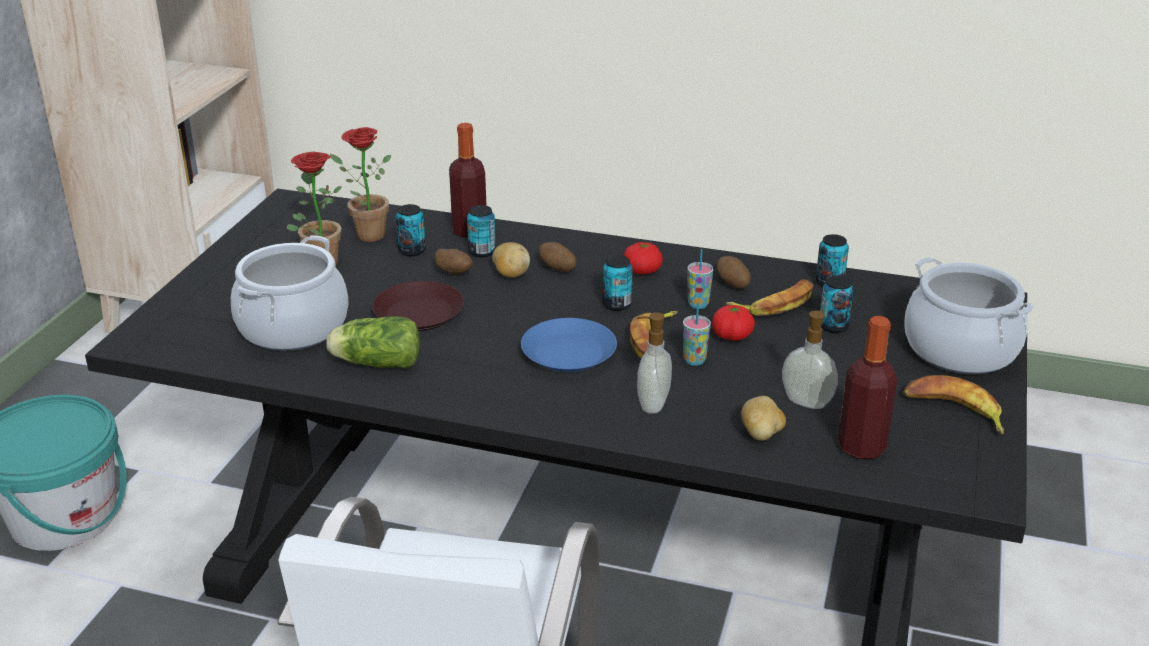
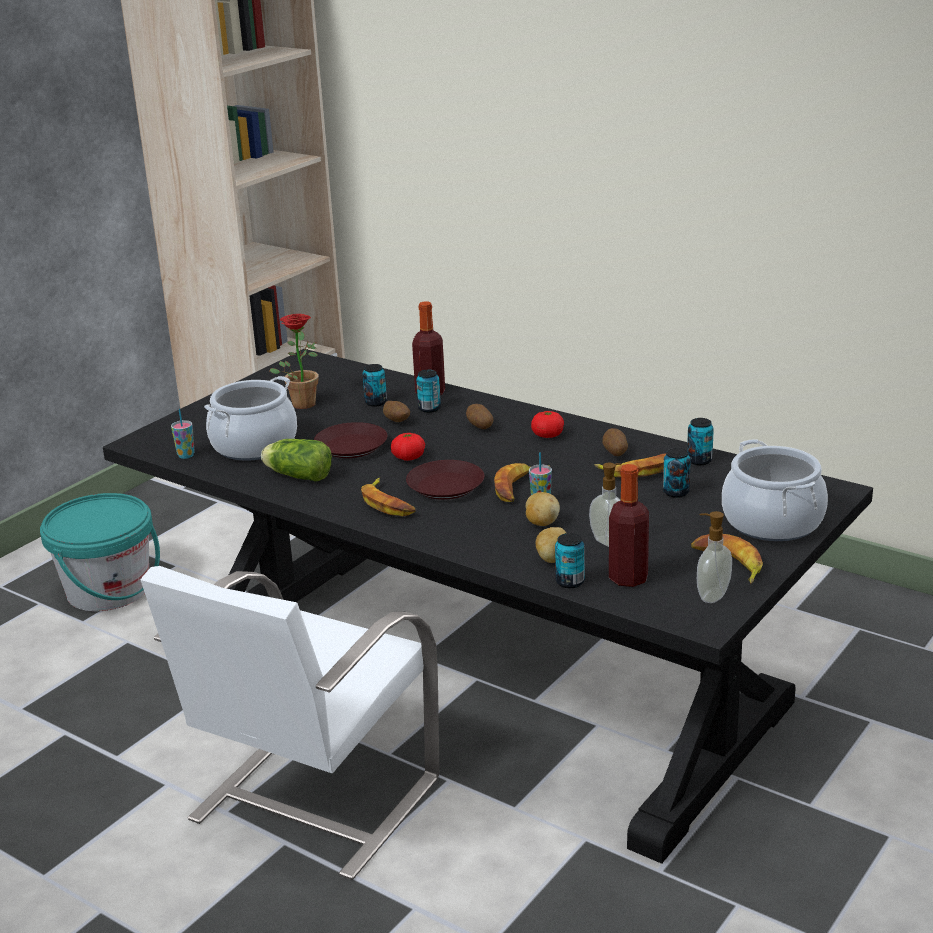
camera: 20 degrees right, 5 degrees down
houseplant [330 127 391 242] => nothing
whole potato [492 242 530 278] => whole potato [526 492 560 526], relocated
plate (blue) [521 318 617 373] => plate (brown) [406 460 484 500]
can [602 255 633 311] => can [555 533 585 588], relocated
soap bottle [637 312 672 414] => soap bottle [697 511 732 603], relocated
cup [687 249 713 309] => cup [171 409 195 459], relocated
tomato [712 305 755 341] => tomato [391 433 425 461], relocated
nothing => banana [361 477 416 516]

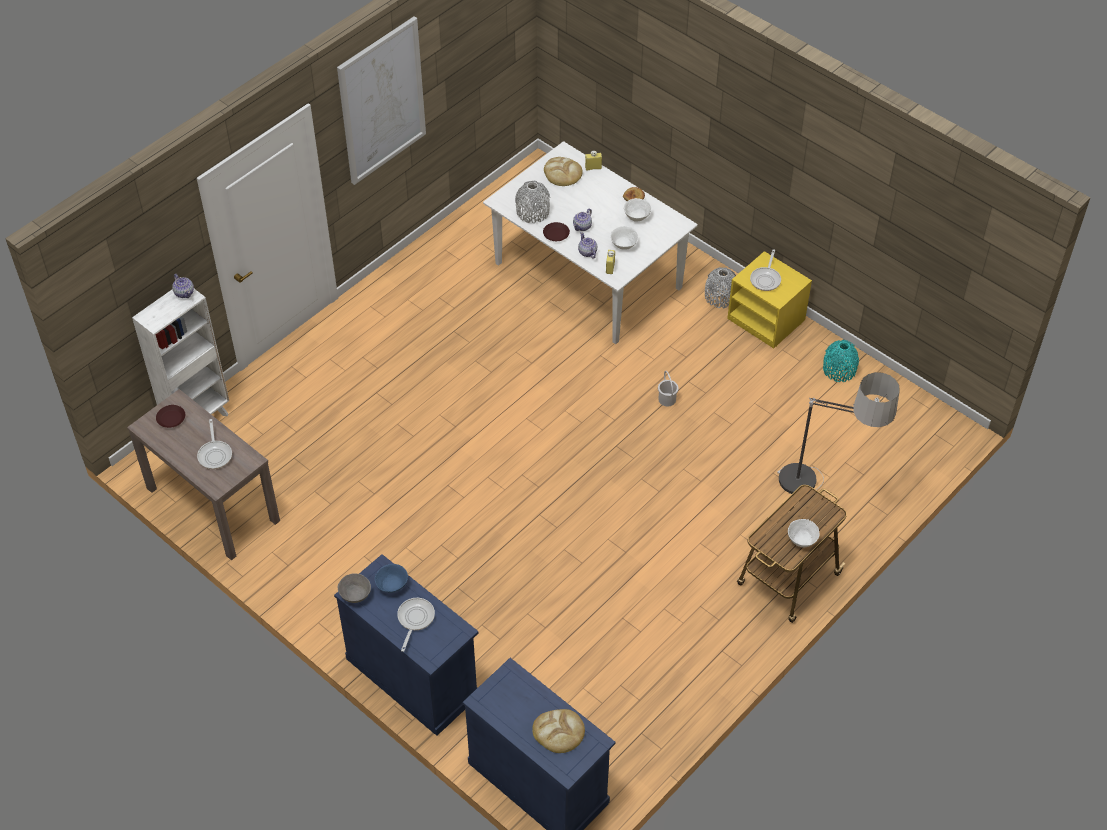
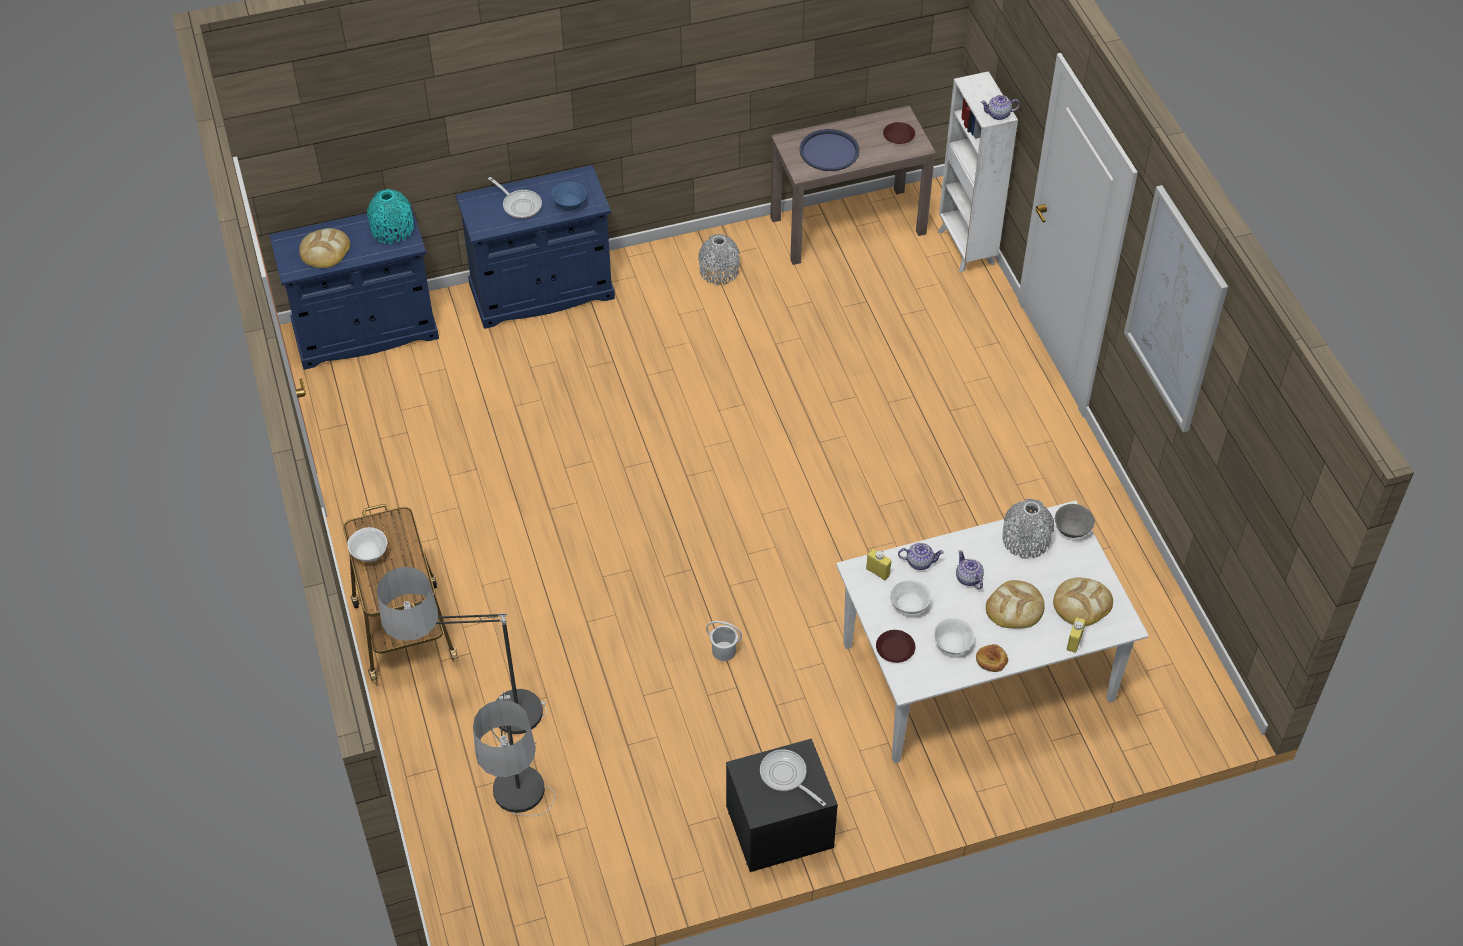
camera: 120 degrees right, 0 degrees up
frying pan [197 419 232 469] => serving tray (blue) [799 129 860 171]
bowl (greyish) [338 573 371 603] => bowl (greyish) [1055 504 1095 538], relocated
plate (brown) [543 222 570 241] => plate (brown) [876 630 915 663], relocated
decorative vase (greyish) [705 267 736 308] => decorative vase (greyish) [698 234 740 285], relocated
nightstand (yellow-coloured) [727 251 812 349] => nightstand (blackish) [726 738 838 872]
decorative vase (blue-green) [823 340 859 382] => decorative vase (blue-green) [367 189 414 244], relocated
nothing => standard lamp [473 691 555 816]
nothing => bread [986 580 1045 629]

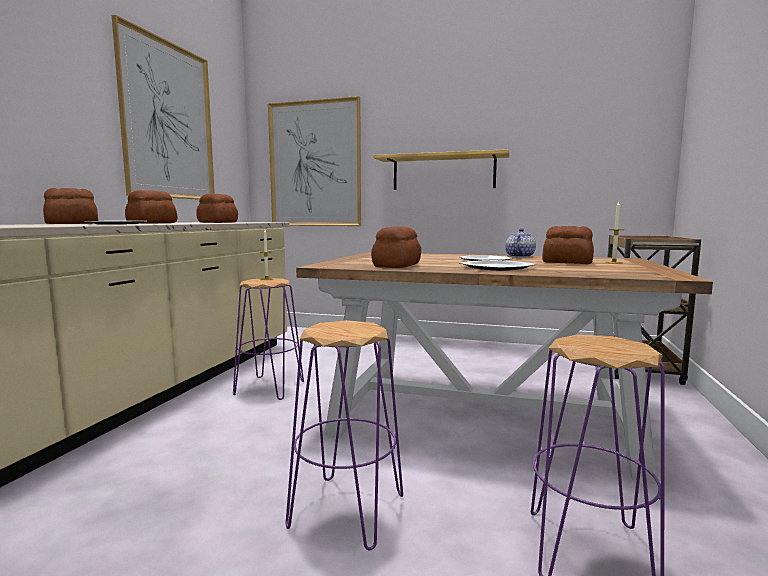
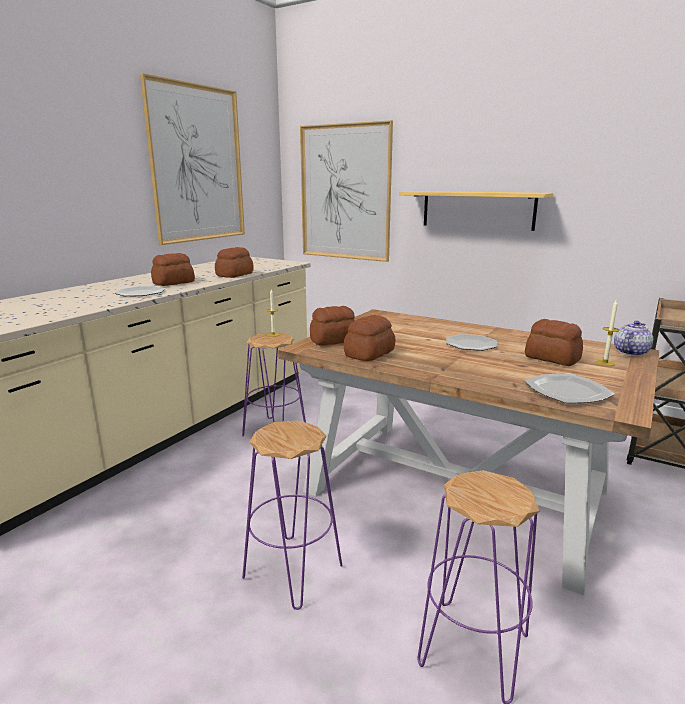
camera: 15 degrees right, 10 degrees up
bread [43 188 98 224] => bread [310 306 355 346], relocated
plate [459 260 537 271] => plate [525 373 615 403], relocated
tea pot [505 228 536 258] => tea pot [614 321 653 356], relocated

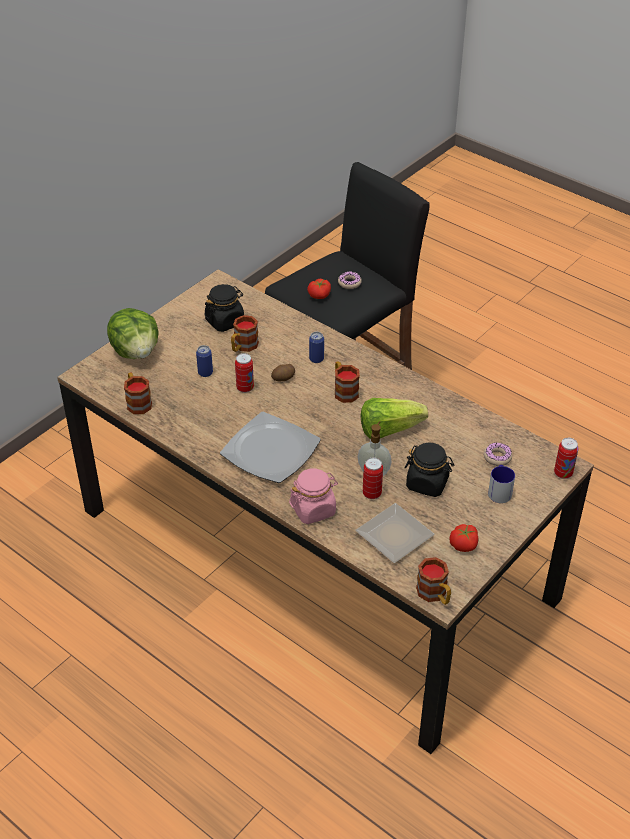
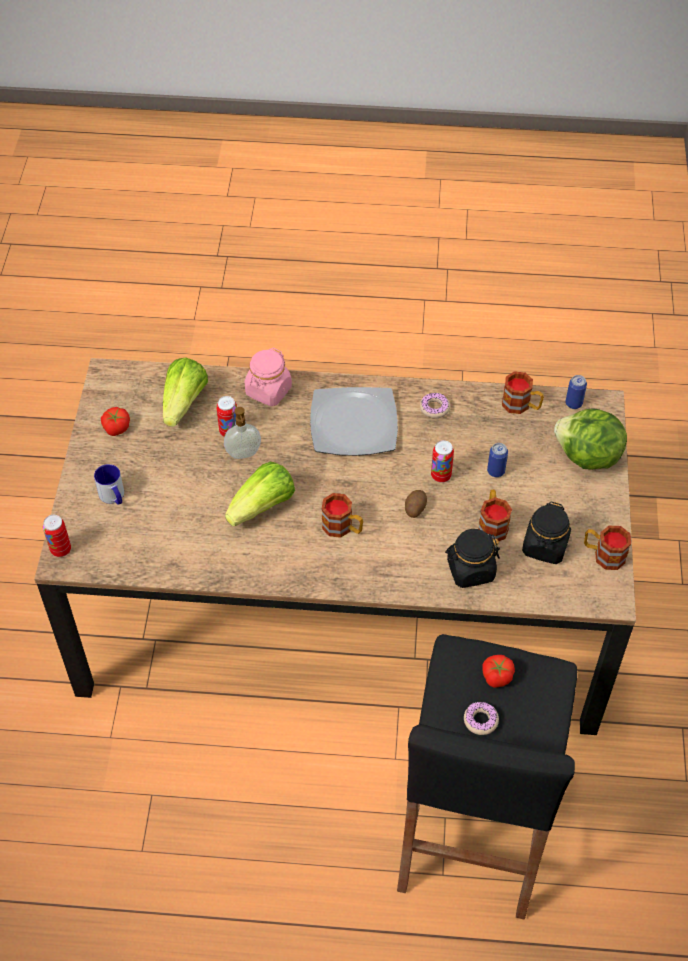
camera: 145 degrees right, 10 degrees up
can [309 332 324 363] => can [566 375 587 409], relocated
plate [355 503 434 563] => lettuce [163 357 208 427]
storage jar (blackish) [405 443 455 497] => storage jar (blackish) [445 529 500 588], relocated
coffee mug [416 557 451 605] => coffee mug [584 526 631 570], relocated
doughnut [484 443 512 466] => doughnut [420 393 450 418], relocated

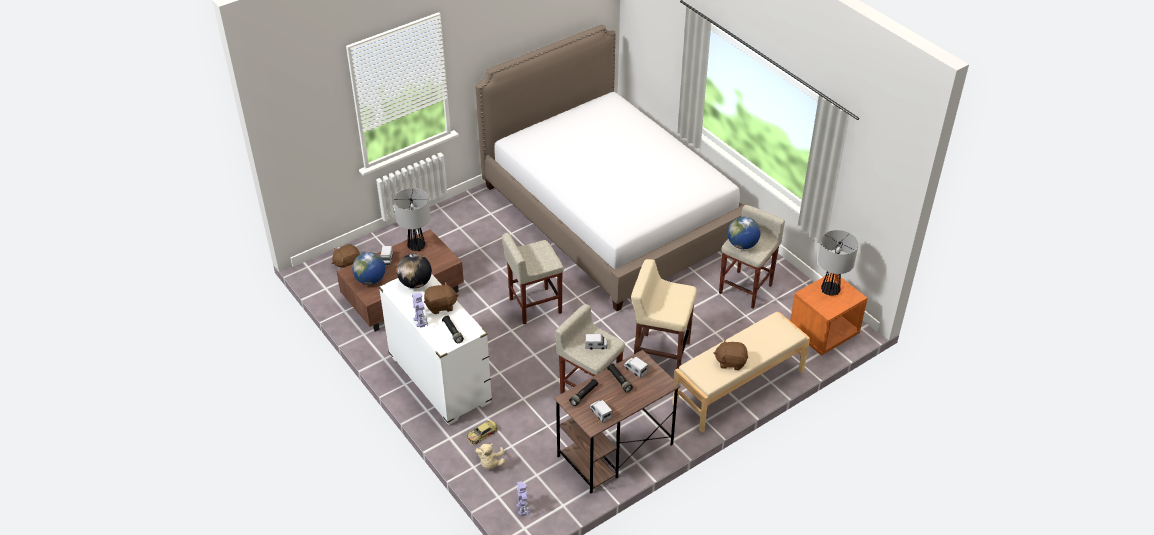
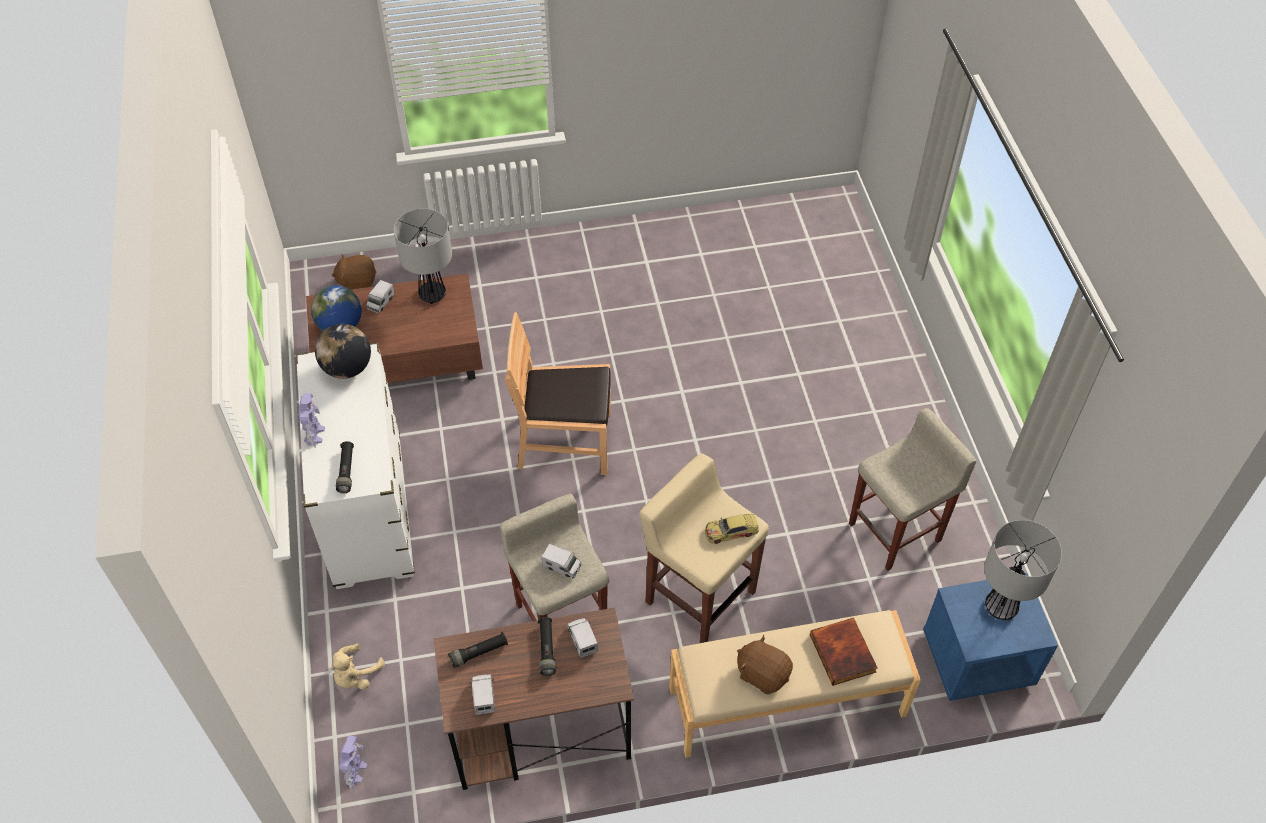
camera: 25 degrees right, 10 degrees up
cuddly toy (brown) [424 282 459 314] => nothing
miniature car [467 420 498 445] => miniature car [705 513 759 544], relocated
bedroom bed [475 24 750 311] => nothing
stool seat (beige) [502 233 564 324] => plain chair (brown) [505 312 611 475]
world globe [728 217 760 249] => nothing
nightstand (orangey) [790 273 867 356] => nightstand (blue) [923 573 1058 701]
nothing => book [810 618 877 686]

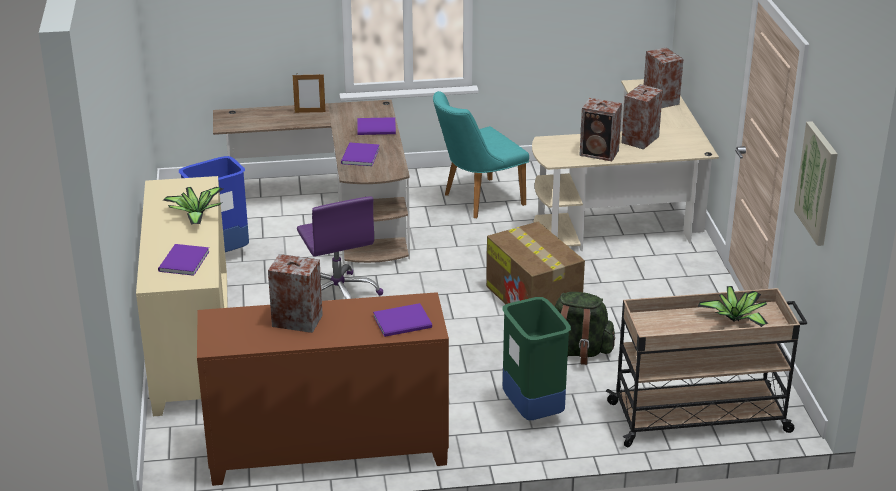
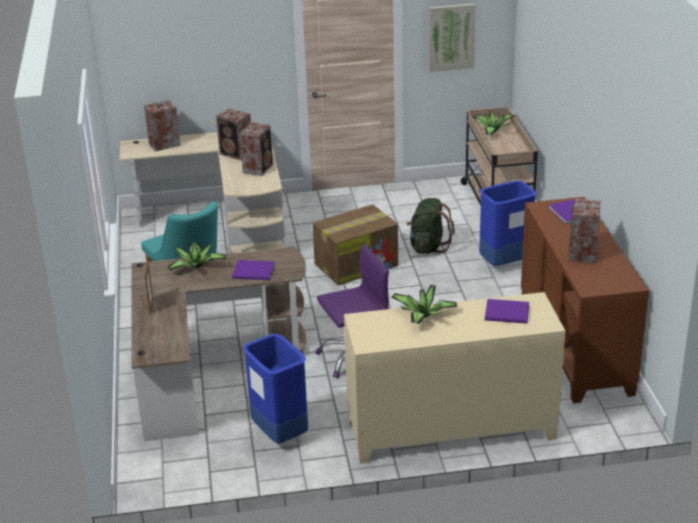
camera: 90 degrees left, 0 degrees up
book (purple-coloured) [357 117 396 135] => houseplant [167 242 227 271]
waste bin (green-coloured) [502 297 571 420] => waste bin (blue) [479 181 536 266]

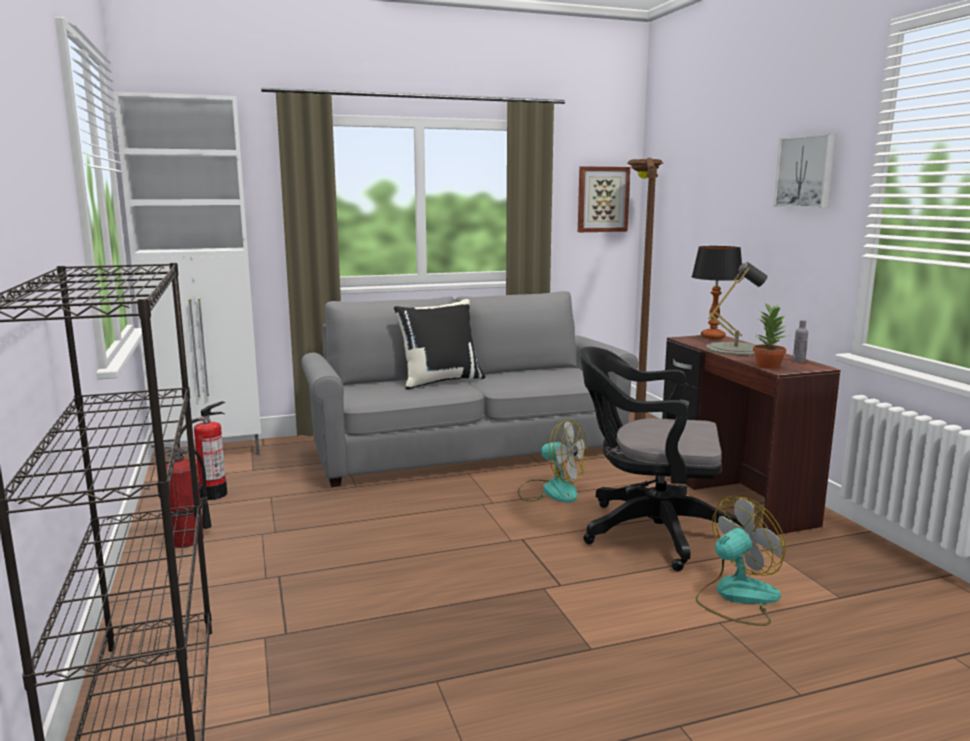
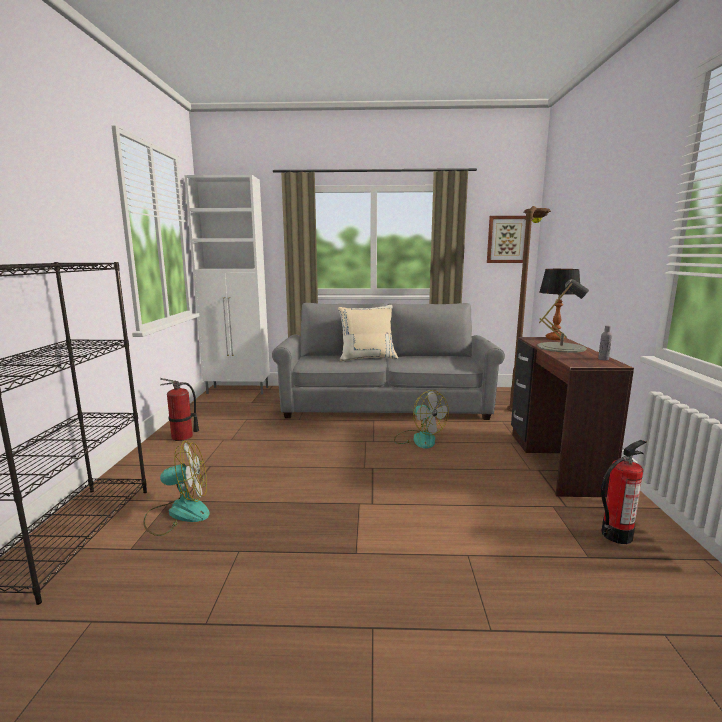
camera: 20 degrees right, 0 degrees up
fire extinguisher [178 401 227 500] => fire extinguisher [601 440 646 544], relocated
throw pillow (blackish) [394 299 486 390] => throw pillow (beige) [338 305 398 361]
desk chair (blackish) [580 346 743 571] => nothing
fan [696 496 786 626] => fan [143 441 210 536], relocated
houseplant [753 302 786 369] => nothing
picture [773 134 836 208] => nothing

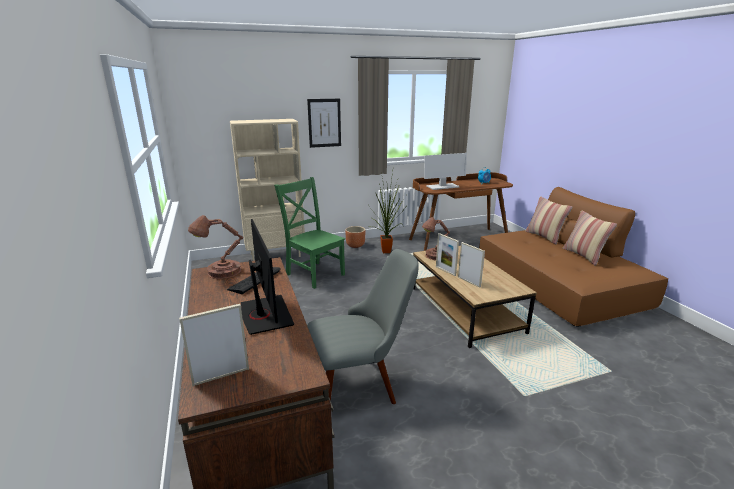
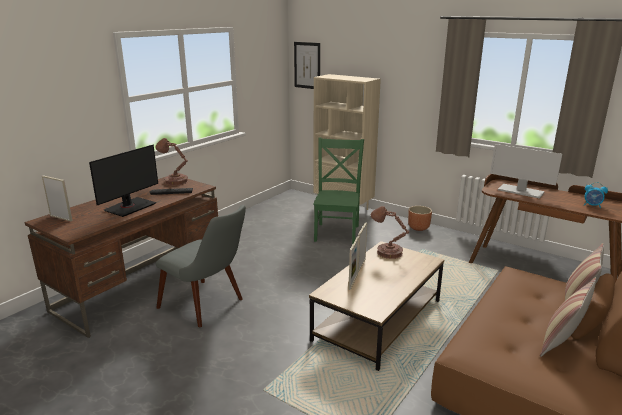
camera: 55 degrees right, 0 degrees up
picture [307 99 341 148] => picture [294 42 320 89], relocated
houseplant [368 171 406 253] => nothing

